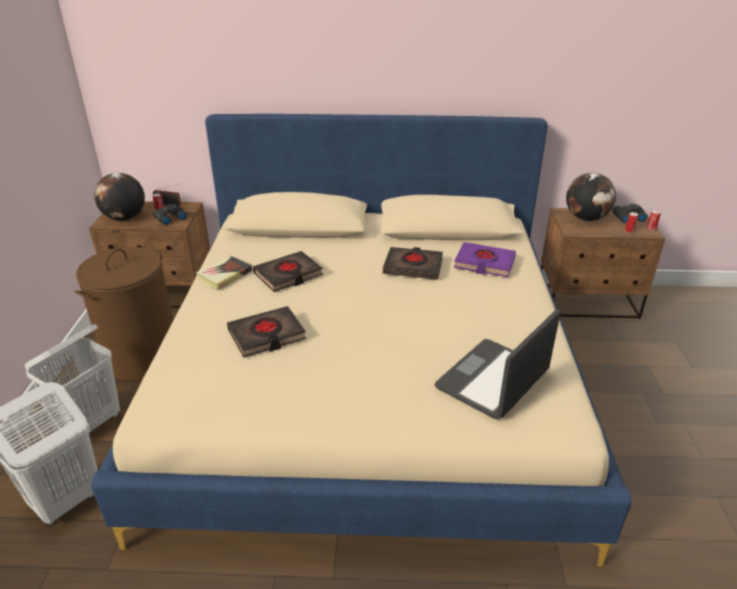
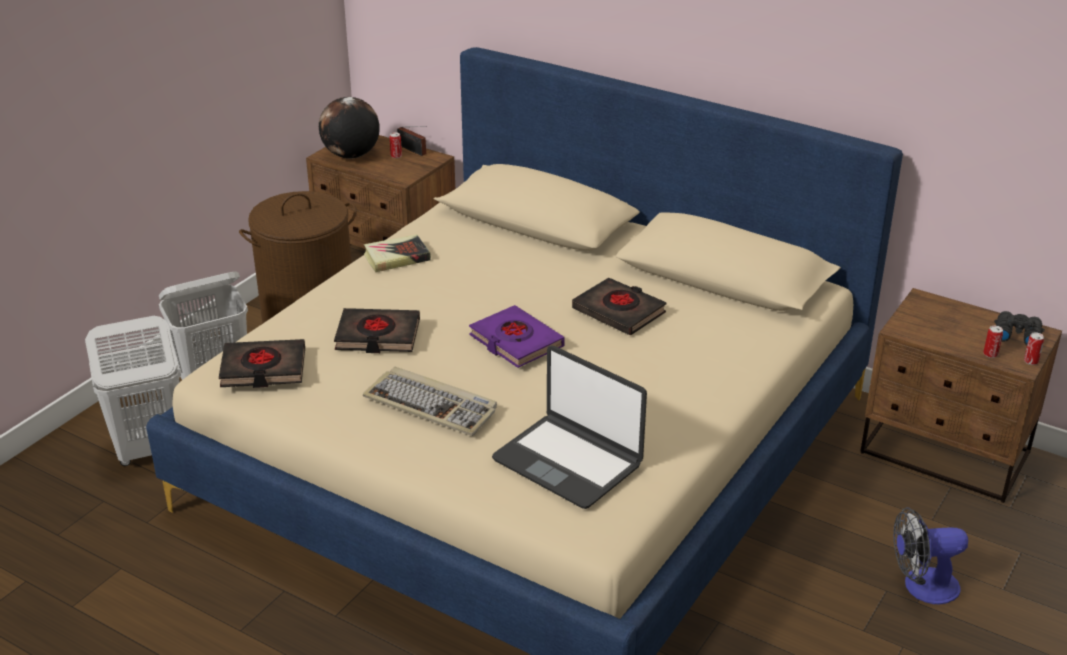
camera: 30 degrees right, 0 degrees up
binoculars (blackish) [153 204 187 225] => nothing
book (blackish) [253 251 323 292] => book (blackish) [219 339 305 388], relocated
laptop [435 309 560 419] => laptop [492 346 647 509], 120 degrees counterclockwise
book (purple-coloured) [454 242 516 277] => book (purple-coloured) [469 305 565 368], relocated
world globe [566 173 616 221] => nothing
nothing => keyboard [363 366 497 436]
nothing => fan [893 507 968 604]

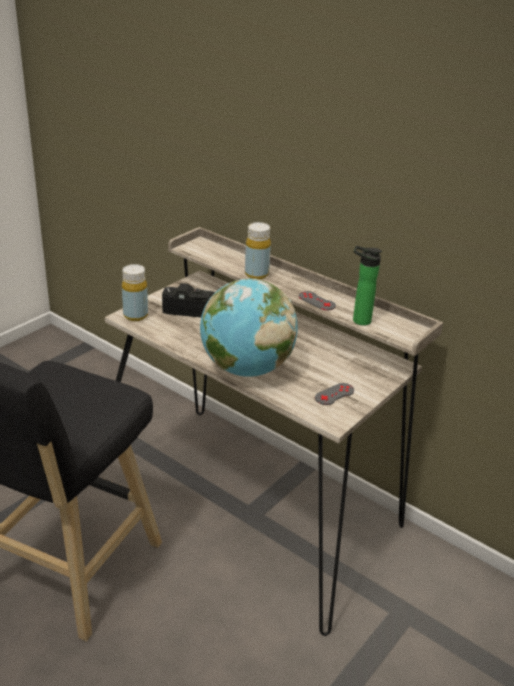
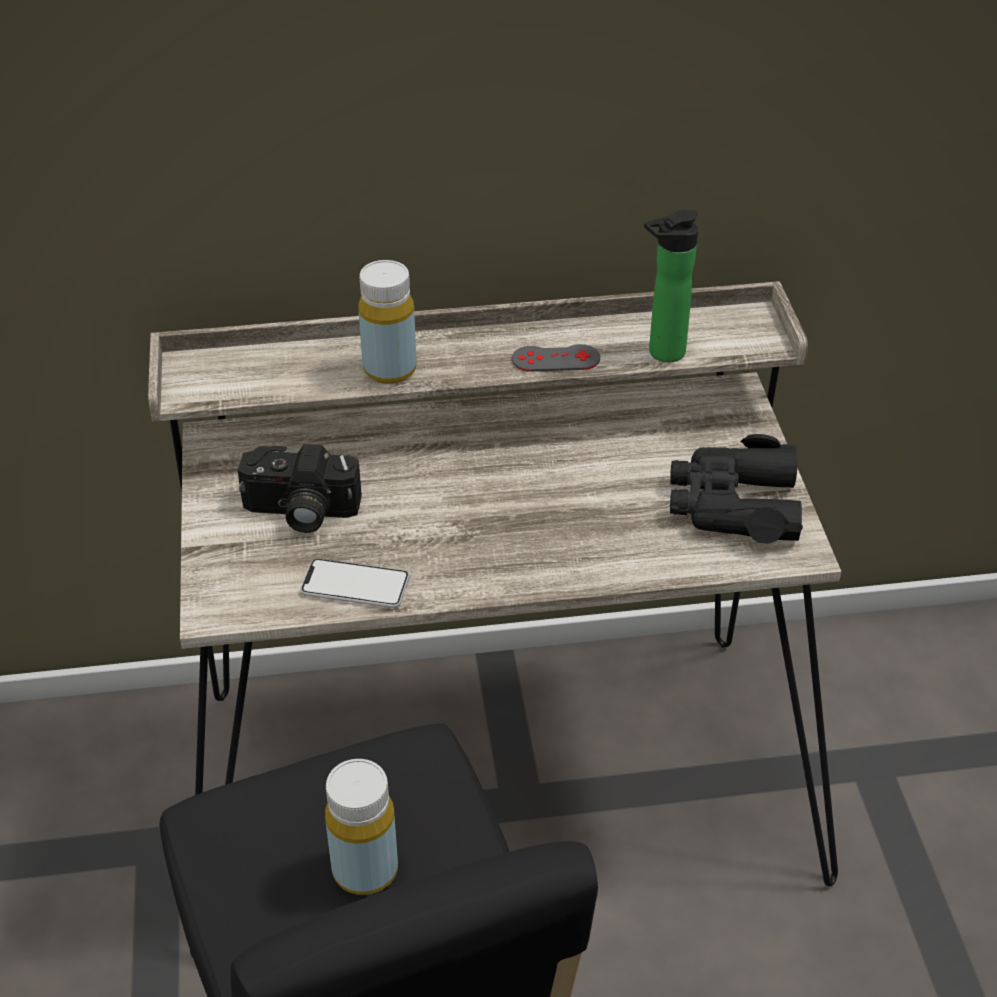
camera: 45 degrees left, 10 degrees up
drink bottle (yellow-coloured) [122 264 148 321] => drink bottle (yellow-coloured) [325 759 398 895], relocated
still camera [162 283 215 318] => still camera [238 444 362 533], 135 degrees counterclockwise
world globe [200 278 298 377] => nothing
joypad (greyish) [315 383 354 405] => binoculars (blackish) [670 434 803 544]
nothing => handset [300 559 410 608]

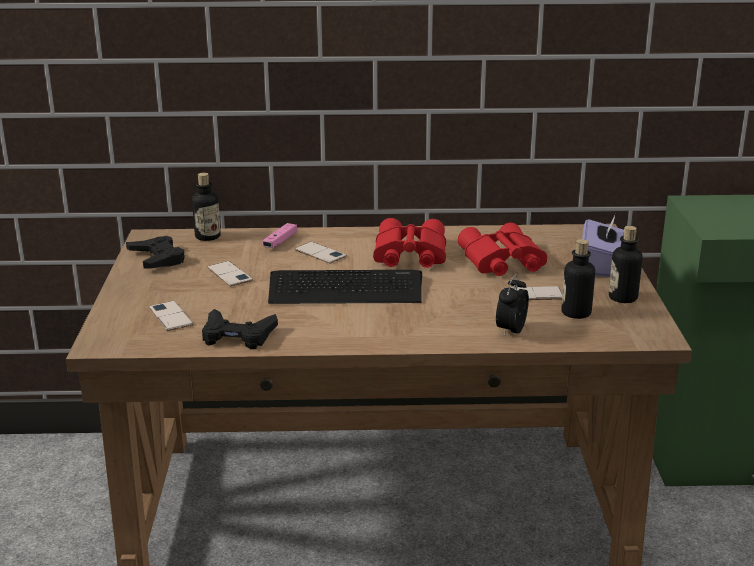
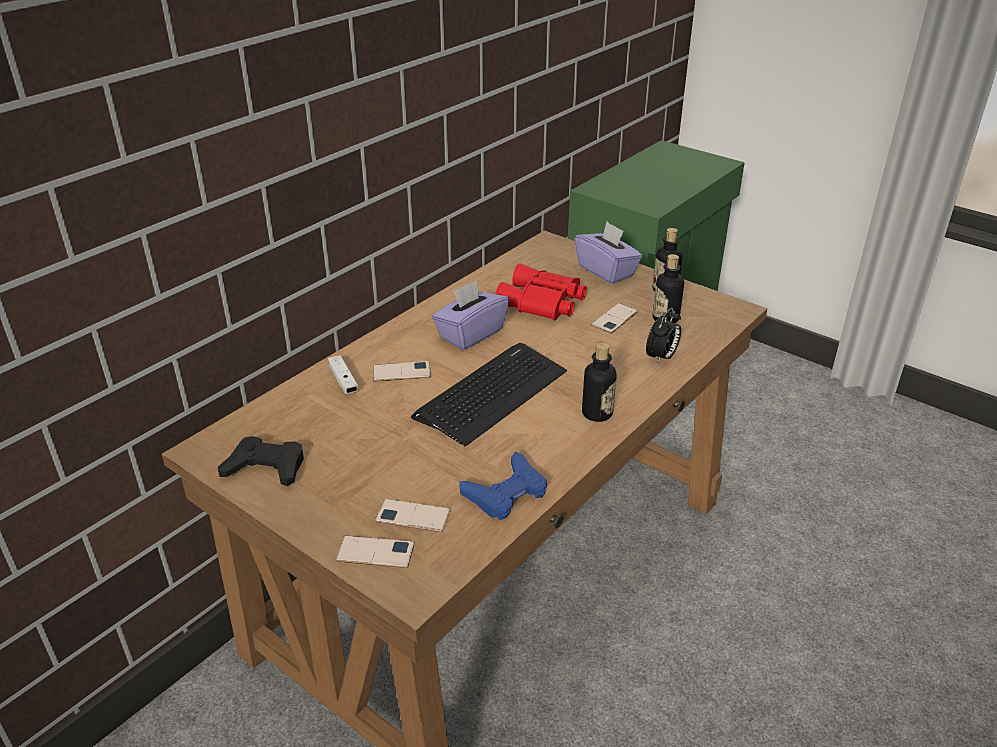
camera: 50 degrees left, 10 degrees up
drink bottle [192 173 221 241] => drink bottle [582 343 617 422], relocated
joypad (blackish) [202 309 278 349] => joypad (blue) [459 452 547 520]
handset [207 261 253 286] => handset [336 535 415 568], relocated
joypad (pink-coloured) [262 223 297 248] => joypad (whitish) [328 355 359 394]
binoculars (red) [373 218 446 268] => tissue box (purple-coloured) [432 280 509 350]
alarm clock [496 274 529 337] => alarm clock [646 308 681 365], 120 degrees counterclockwise

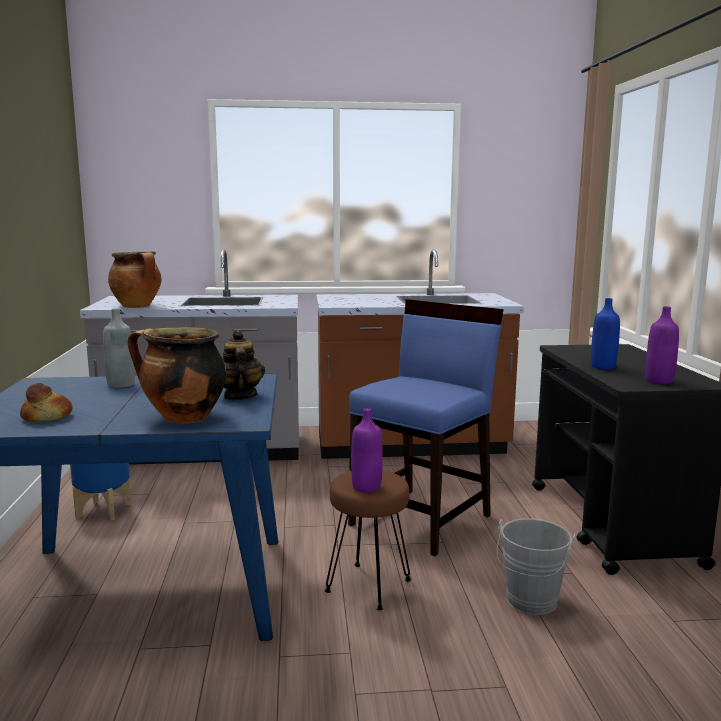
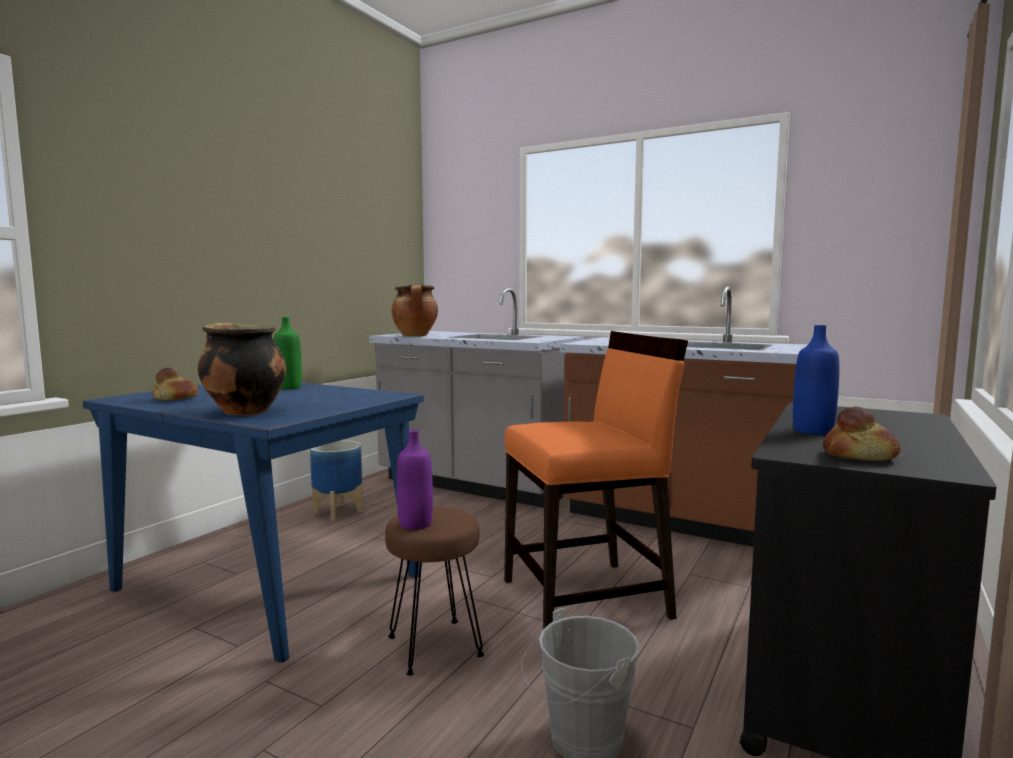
camera: 35 degrees right, 5 degrees down
drink bottle (greyish) [103 308 135 388] => drink bottle (green-coloured) [273 317 302 389]
tea pot [222 330 265 400] => nothing
plain chair (blue) [348 299 504 556] => plain chair (orangey) [504 331 688 629]
drink bottle (purple-coloured) [645 306 679 384] => bread [823 407 900 461]

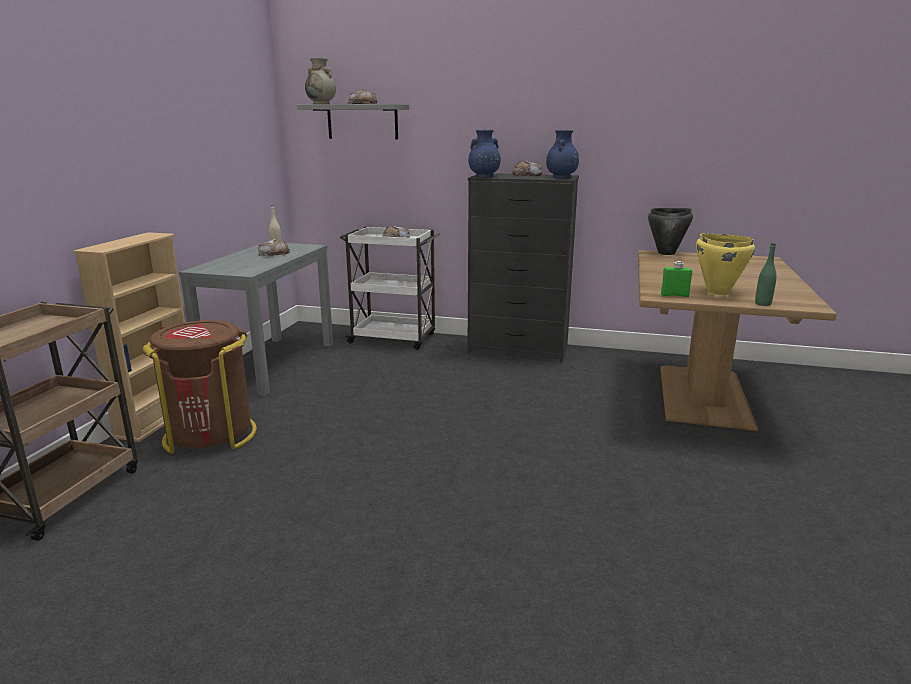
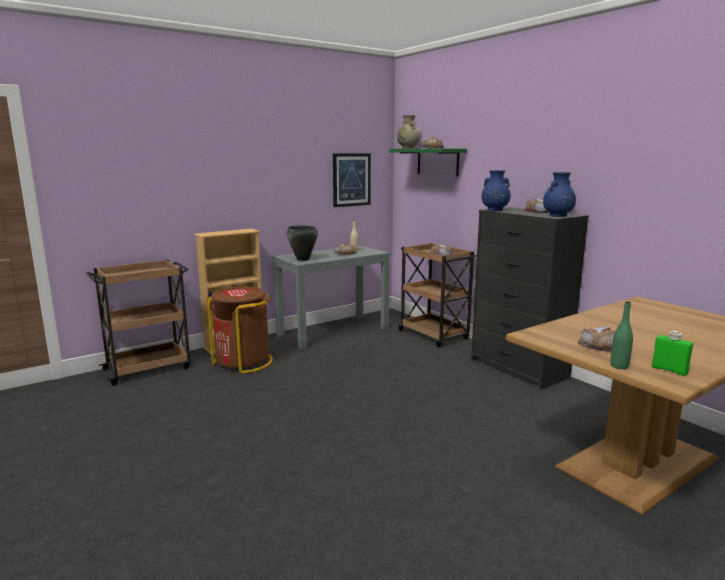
camera: 40 degrees right, 5 degrees down
shelf (greyish) [297 104 409 140] => shelf (green-coloured) [389 149 467 176]
wheeled cart (whitish) [340 227 440 350] => wheeled cart (brown) [398 243 477 347]
saucepot (blackish) [648 208 693 255] => saucepot (blackish) [287 225 318 261], relocated
drink bottle (green-coloured) [661 261 692 297] => drink bottle (green-coloured) [652 331 693 376], relocated
saucepot (yellow-coloured) [696 233 755 295] => bread [578 326 615 353]
nothing => picture [333 153 371 207]

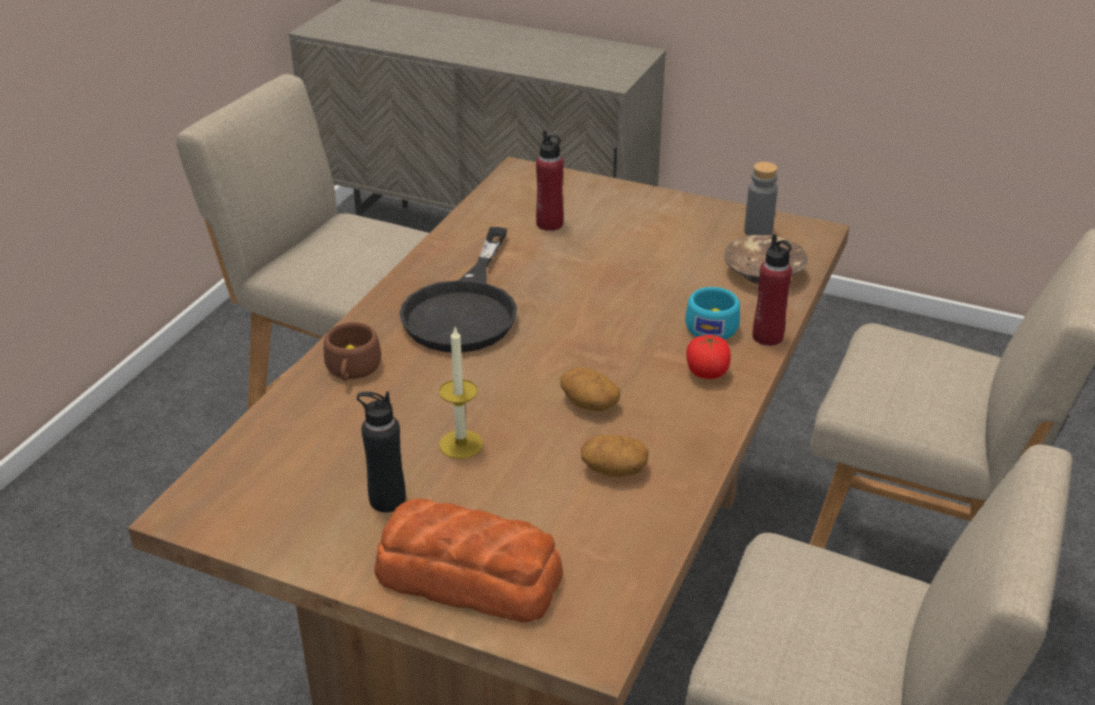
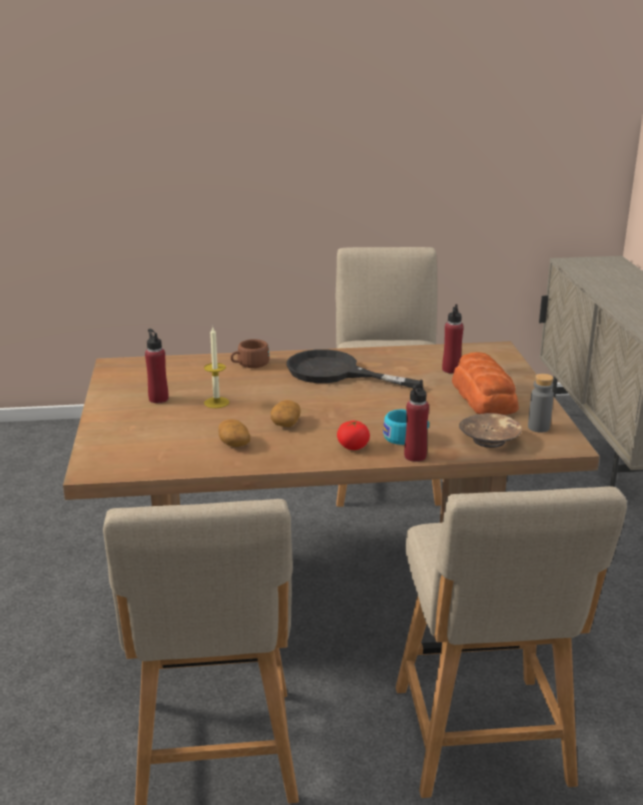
camera: 60 degrees right, 10 degrees down
drink bottle (blackish) [357 391 406 512] => drink bottle (red) [145 329 168 403]
bread [374 499 563 623] => bread [452 352 519 415], relocated
frying pan (blackish) [399 227 517 353] => frying pan (blackish) [287 349 420 389], 45 degrees clockwise

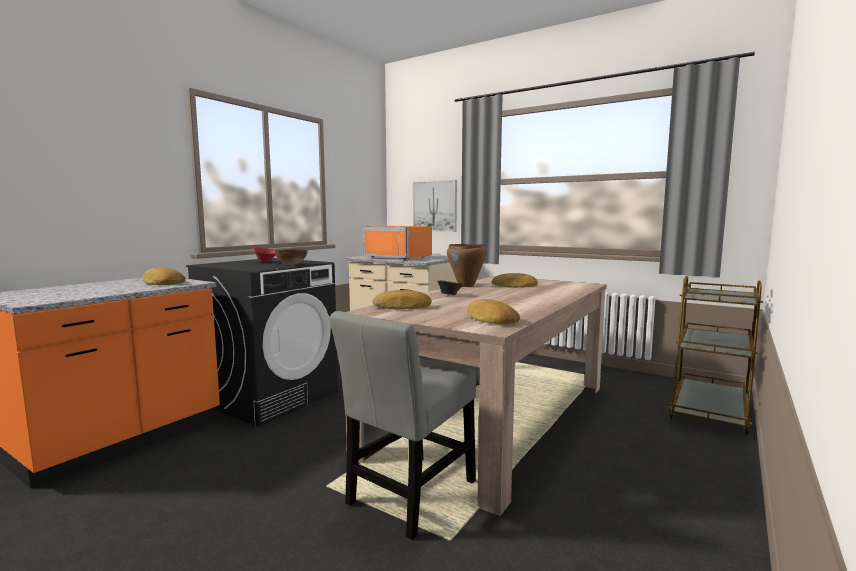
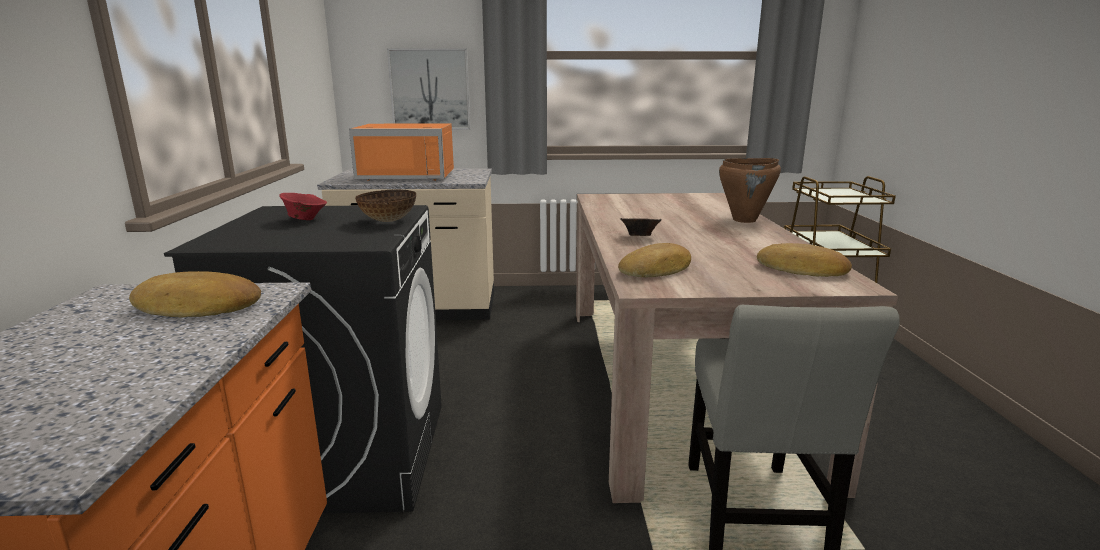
camera: 35 degrees left, 10 degrees up
saucepot (brown) [447 244 487 287] => saucepot (brown) [719 158 781 223], relocated
bread [492 273 538 288] => nothing

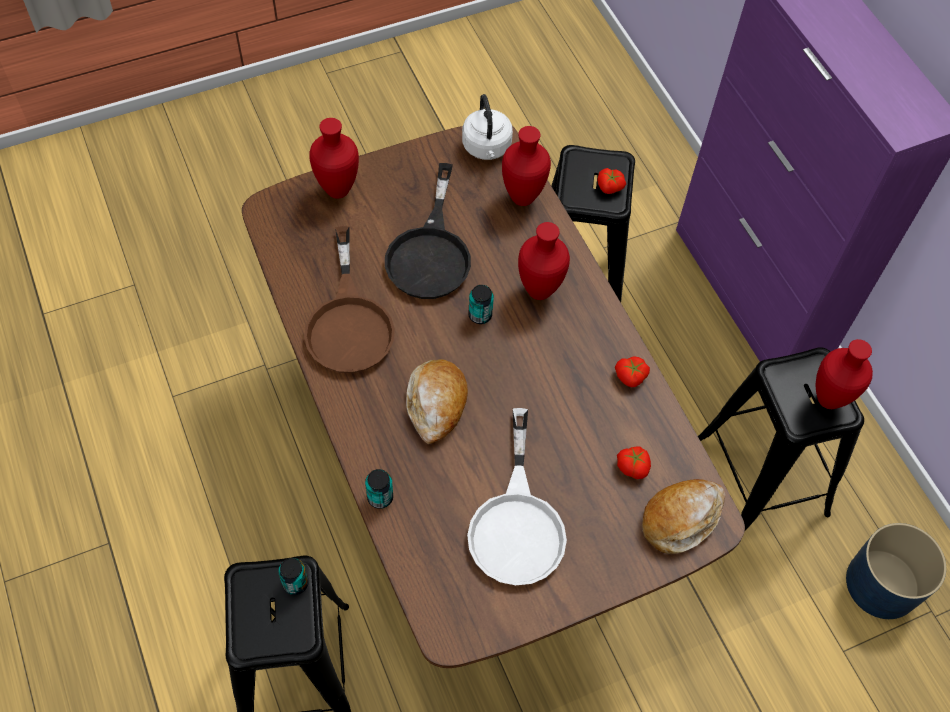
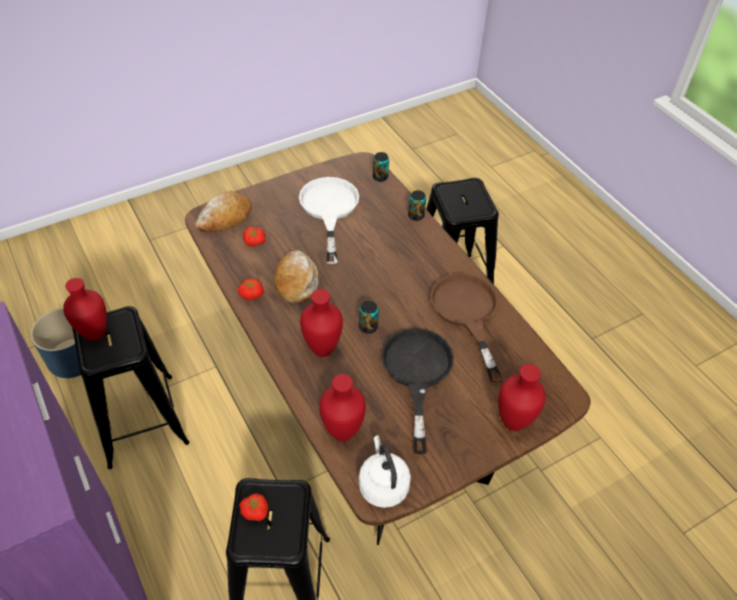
camera: 175 degrees right, 10 degrees down
can [278 558 309 595] => can [373 152 389 182], relocated
bread [406 359 468 444] => bread [274 250 318 303], relocated

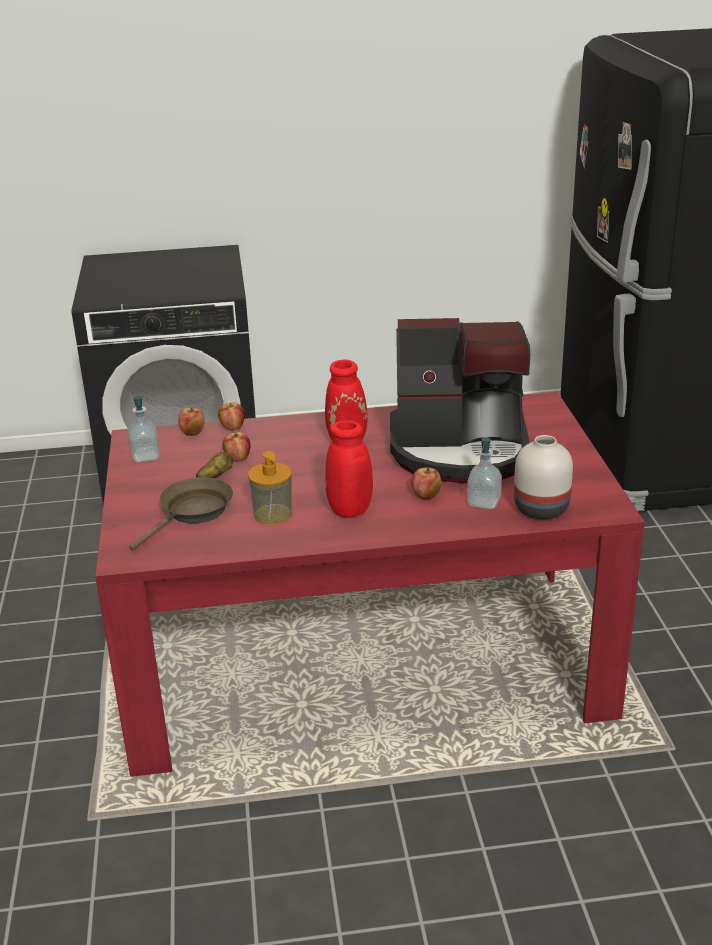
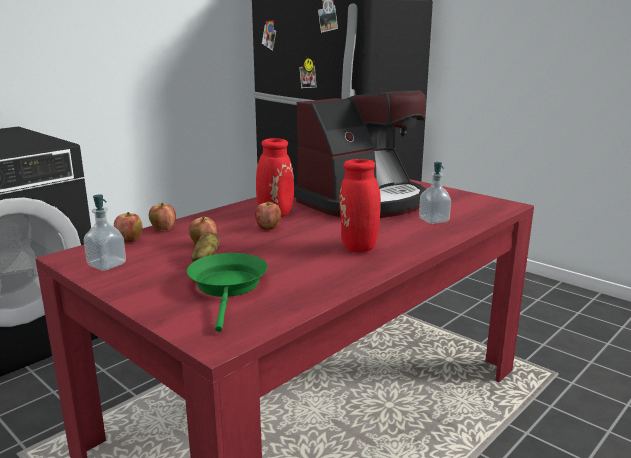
camera: 40 degrees left, 10 degrees down
frying pan (brown) [129 477 233 550] => frying pan (green-coloured) [187 253 268 332]
soap bottle [248 451 292 525] => nothing
apple fruit [411 467 441 499] => apple fruit [255 201 281 230], relocated
decorative vase (whitish) [514 435 573 519] => nothing

